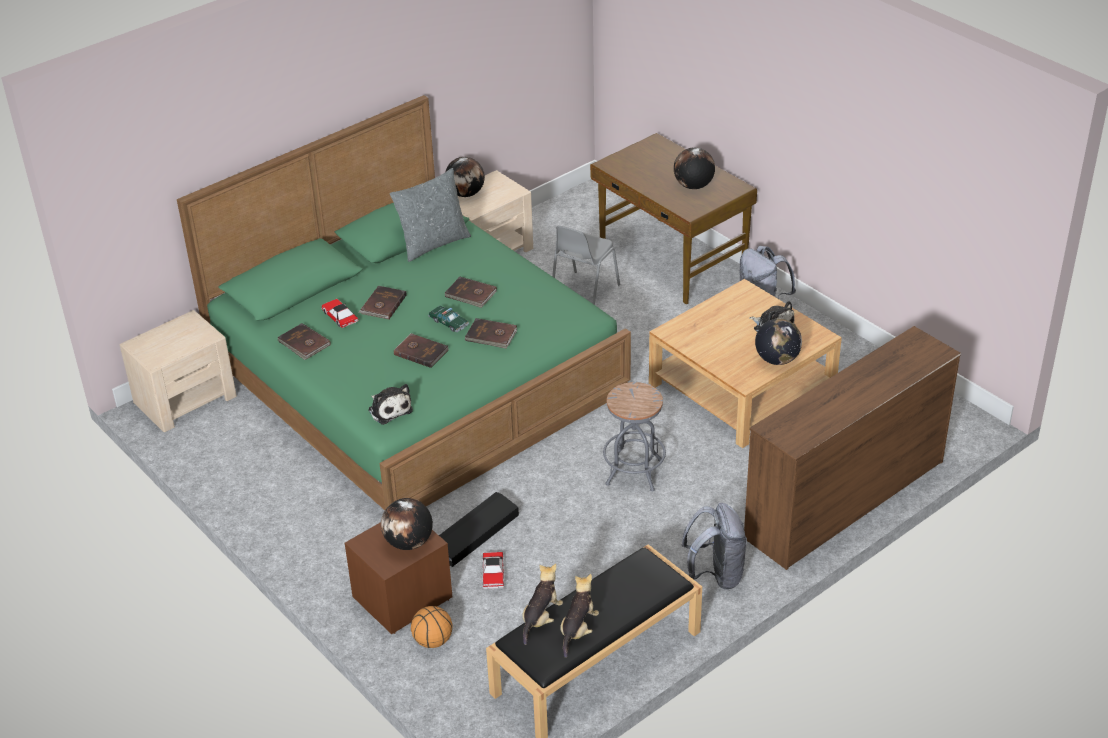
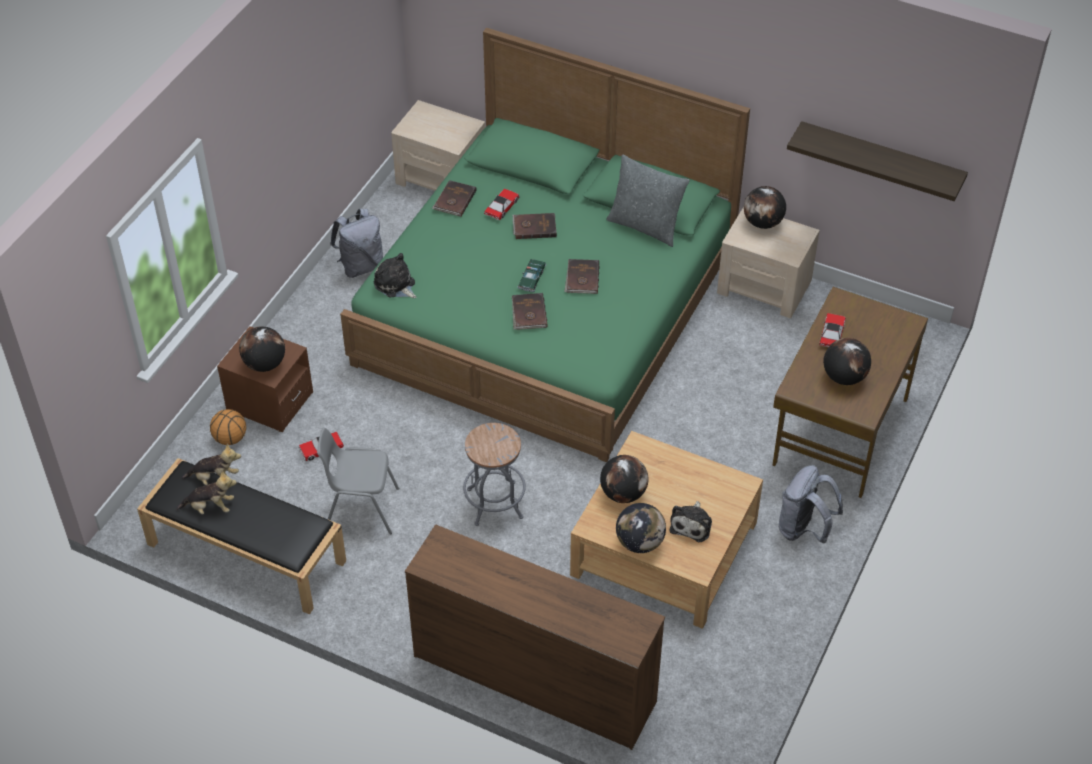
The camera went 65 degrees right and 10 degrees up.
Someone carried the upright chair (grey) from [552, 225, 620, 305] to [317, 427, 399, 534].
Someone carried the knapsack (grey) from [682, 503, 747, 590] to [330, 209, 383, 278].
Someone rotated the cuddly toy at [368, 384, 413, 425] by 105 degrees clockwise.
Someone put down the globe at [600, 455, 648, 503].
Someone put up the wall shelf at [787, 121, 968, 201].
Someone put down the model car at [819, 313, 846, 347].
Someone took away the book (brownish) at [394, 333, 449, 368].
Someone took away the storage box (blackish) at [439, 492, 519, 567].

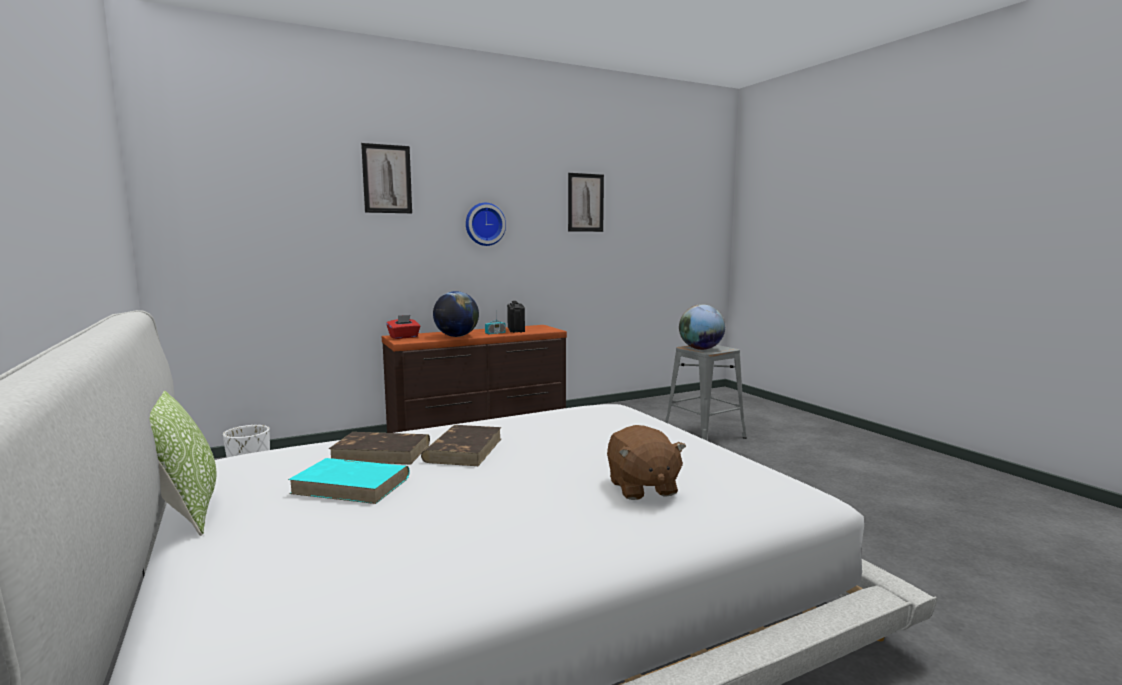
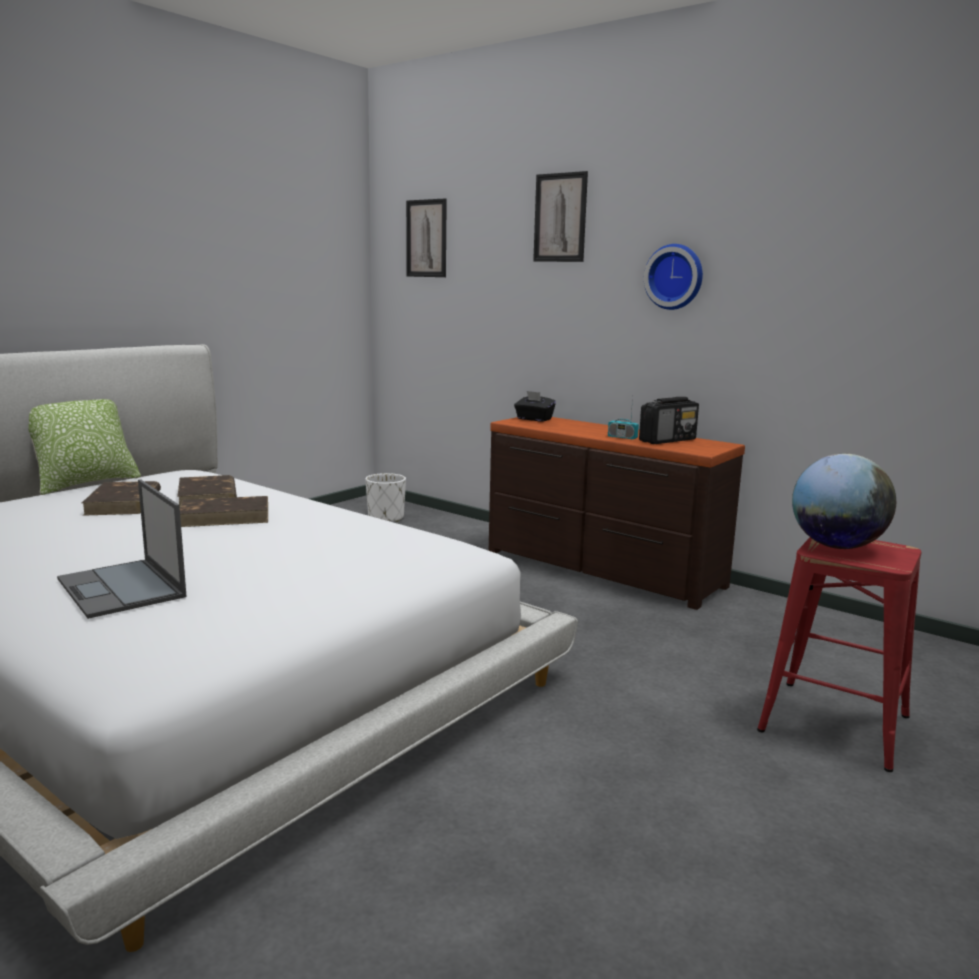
The camera went 65 degrees right and 5 degrees up.
Someone swapped the cuddly toy (brownish) at [607, 425, 686, 500] for the portable computer at [57, 479, 186, 619].
Someone repainted the book (blue-green) at [288, 458, 410, 504], which became the book (brownish) at [82, 481, 161, 516].
Someone carried the wall picture from [568, 173, 604, 232] to [406, 199, 447, 277].
Someone repainted the tissue box (red-coloured) at [386, 315, 420, 339], which became the tissue box (blackish) at [514, 391, 556, 422].
Someone repainted the stool seat (grey) at [665, 345, 747, 441], which became the stool seat (red-coloured) at [757, 538, 921, 772].
Someone took away the globe at [433, 291, 479, 337].

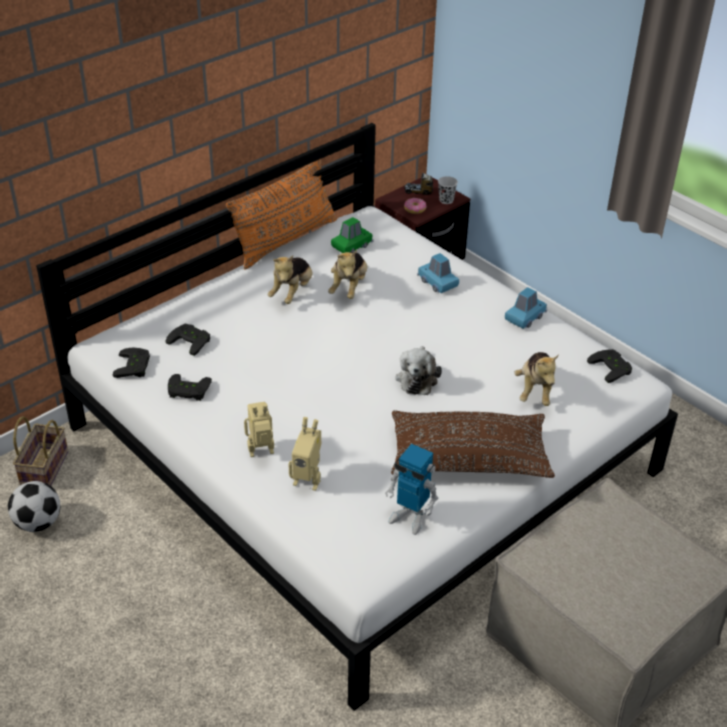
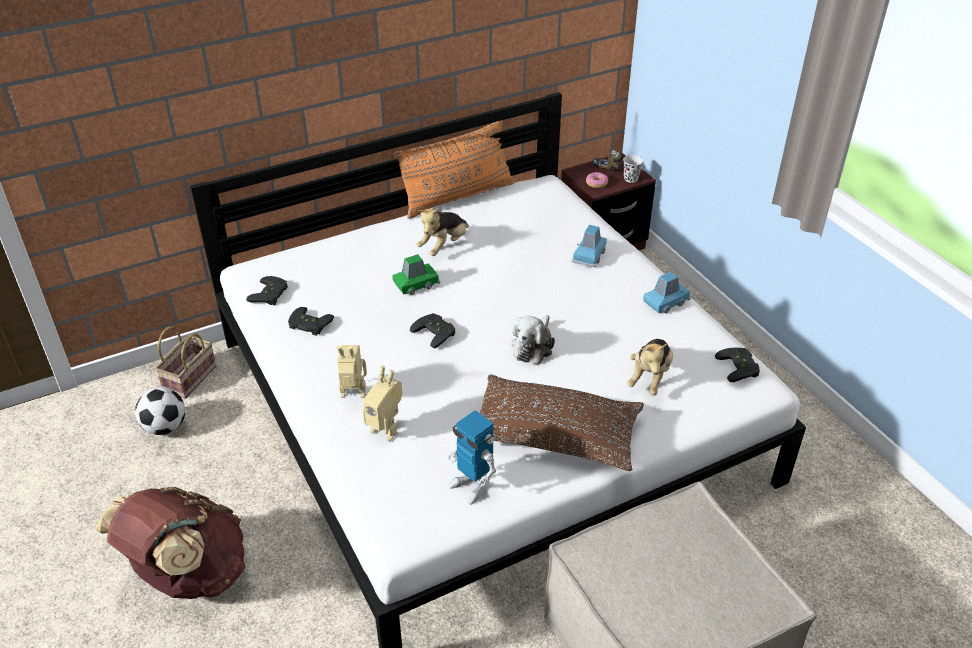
The camera went 15 degrees right and 0 degrees up.
Someone put down the knapsack (brownish) at [93, 487, 245, 599].
Someone carried the model car (greenish) from [331, 217, 374, 253] to [392, 254, 440, 295].
Someone carried the gamepad (blackish) from [166, 324, 210, 356] to [410, 313, 455, 349].
Someone rotated the model car (blue) at [417, 253, 459, 293] by 135 degrees counterclockwise.
Someone took away the cuddly toy at [328, 250, 367, 299].

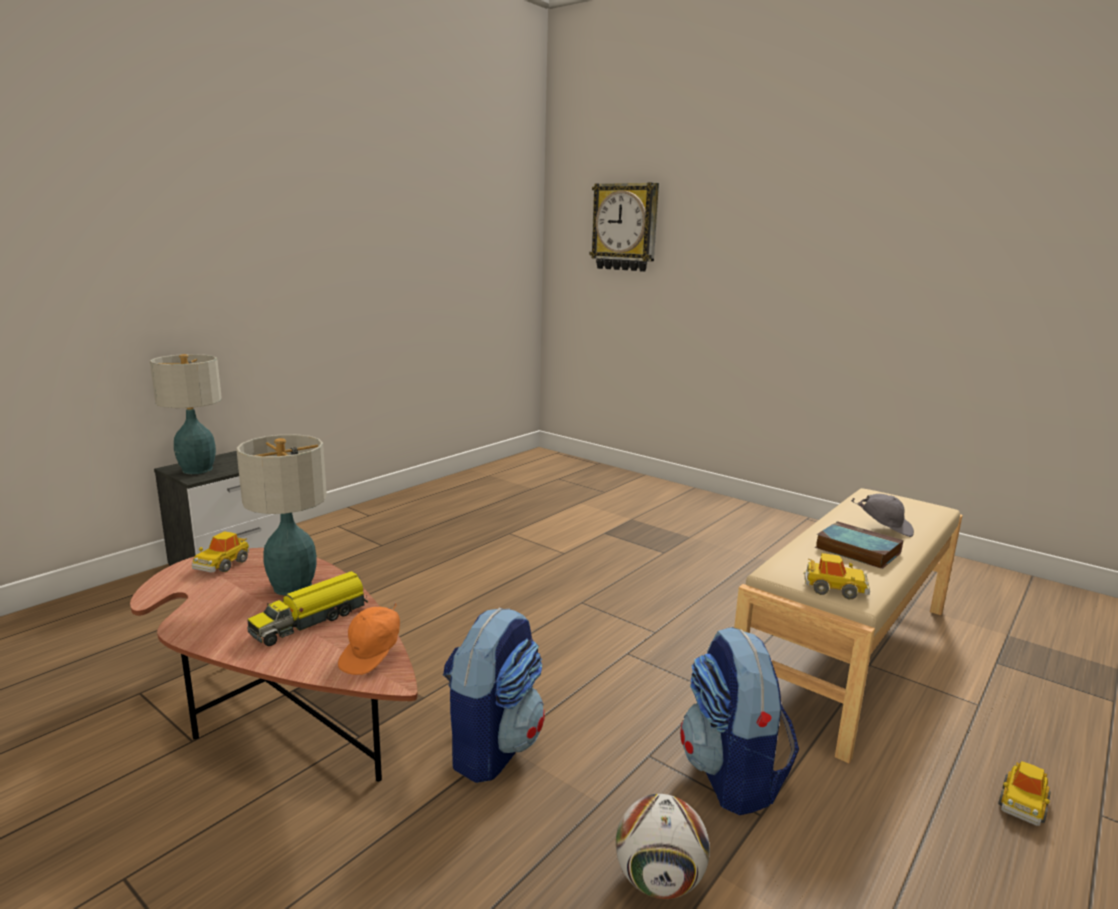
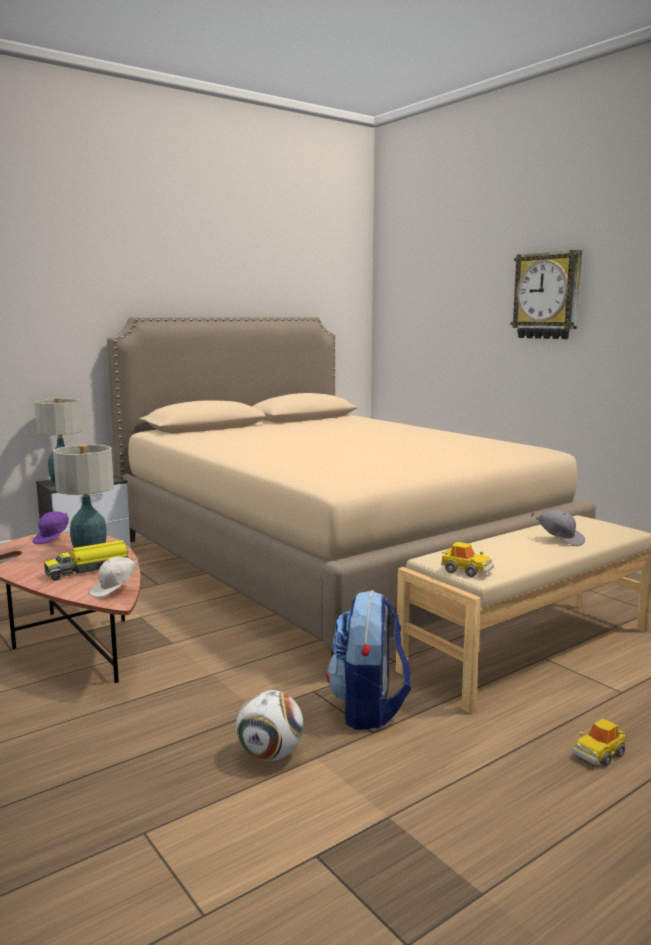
The camera went 15 degrees right and 5 degrees down.
Someone swapped the model car at [192, 532, 249, 573] for the peaked cap (purple-coloured) at [33, 512, 69, 544].
Someone repainted the peaked cap (orange) at [338, 601, 400, 675], which became the peaked cap (whitish) at [90, 556, 139, 598].
Someone put down the bed (beige) at [107, 317, 596, 657].
Someone carried the clock on the wall from [589, 182, 659, 272] to [511, 250, 582, 339].
Someone took away the knapsack at [443, 607, 544, 783].
Someone took away the book at [815, 521, 903, 569].

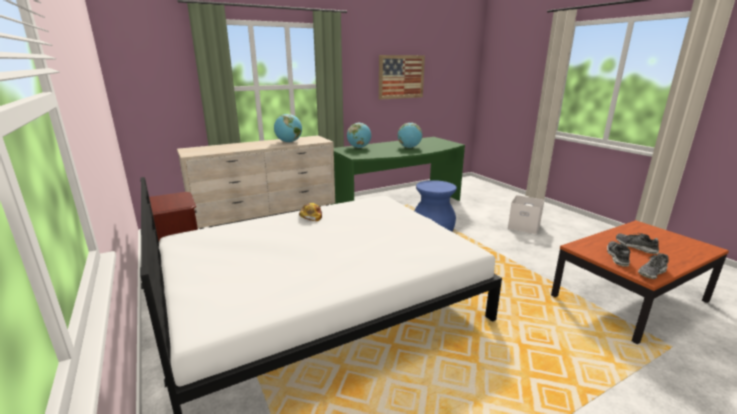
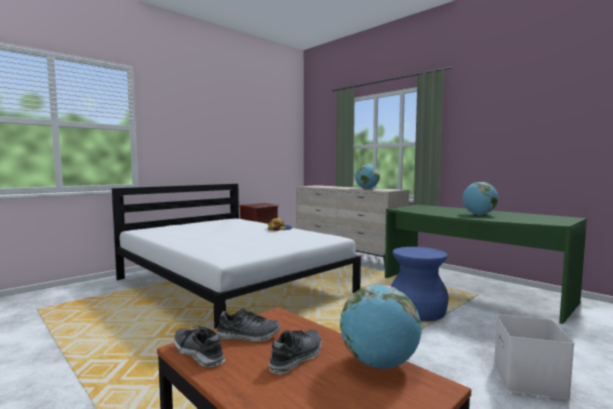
The camera went 75 degrees right and 15 degrees down.
Someone carried the globe from [347, 123, 371, 148] to [340, 285, 422, 369].
Someone took away the wall picture at [379, 55, 425, 100].

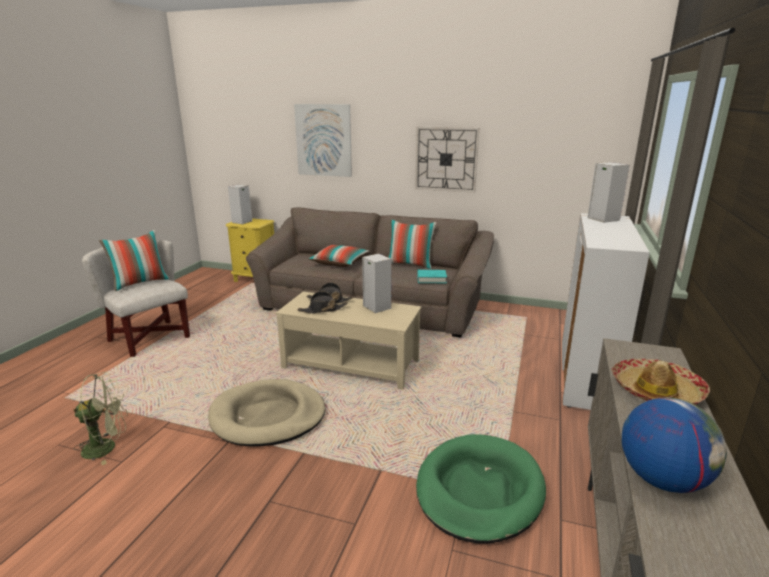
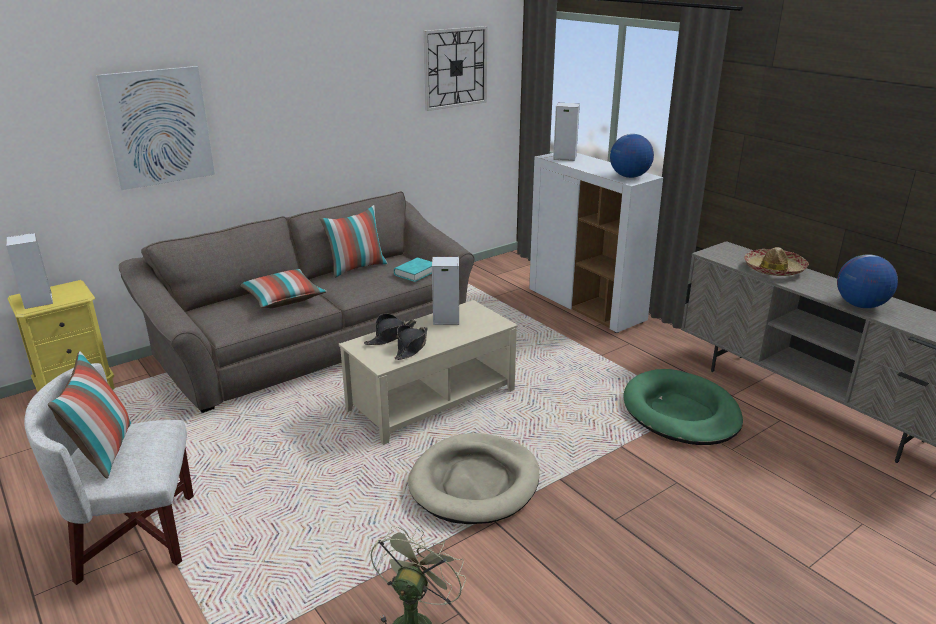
The camera went 55 degrees left and 5 degrees up.
Someone carried the clock on the wall from [415, 127, 479, 193] to [424, 26, 487, 111].
Someone put down the globe at [610, 134, 654, 178].

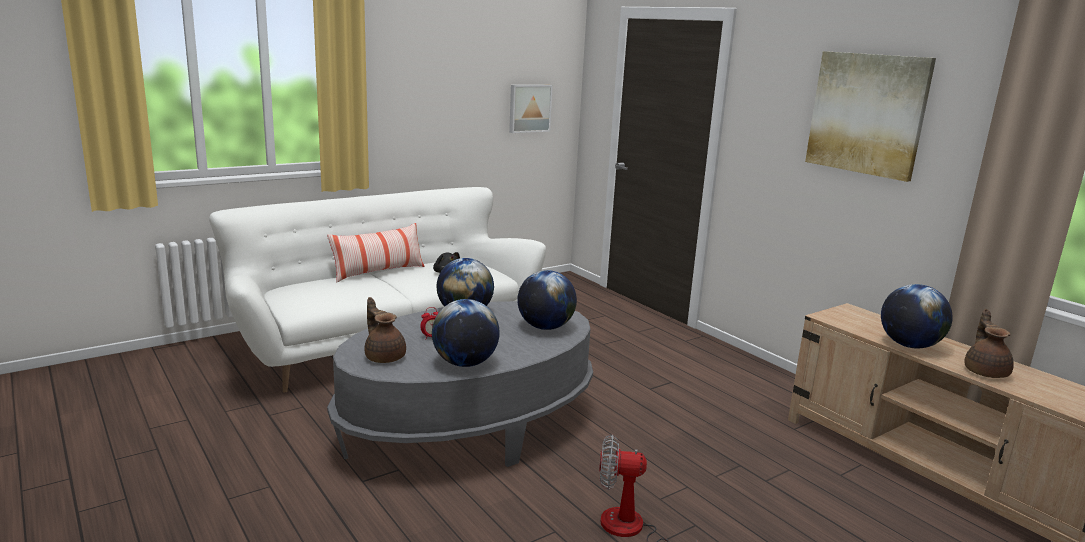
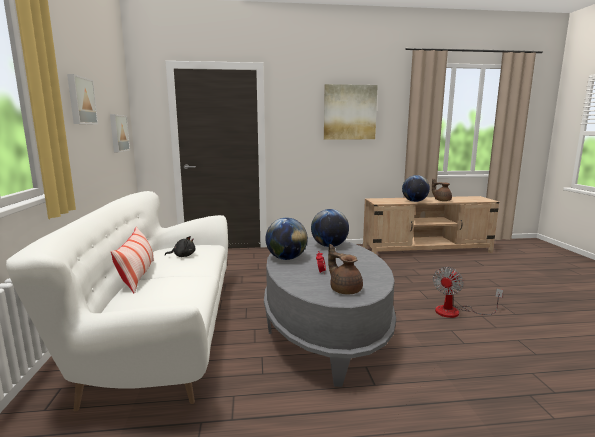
The camera went 60 degrees left and 5 degrees down.
Someone put up the wall picture at [67, 74, 98, 125].
Someone rotated the teapot (brownish) at [364, 297, 406, 363] by 60 degrees clockwise.
Someone took away the globe at [432, 299, 500, 367].

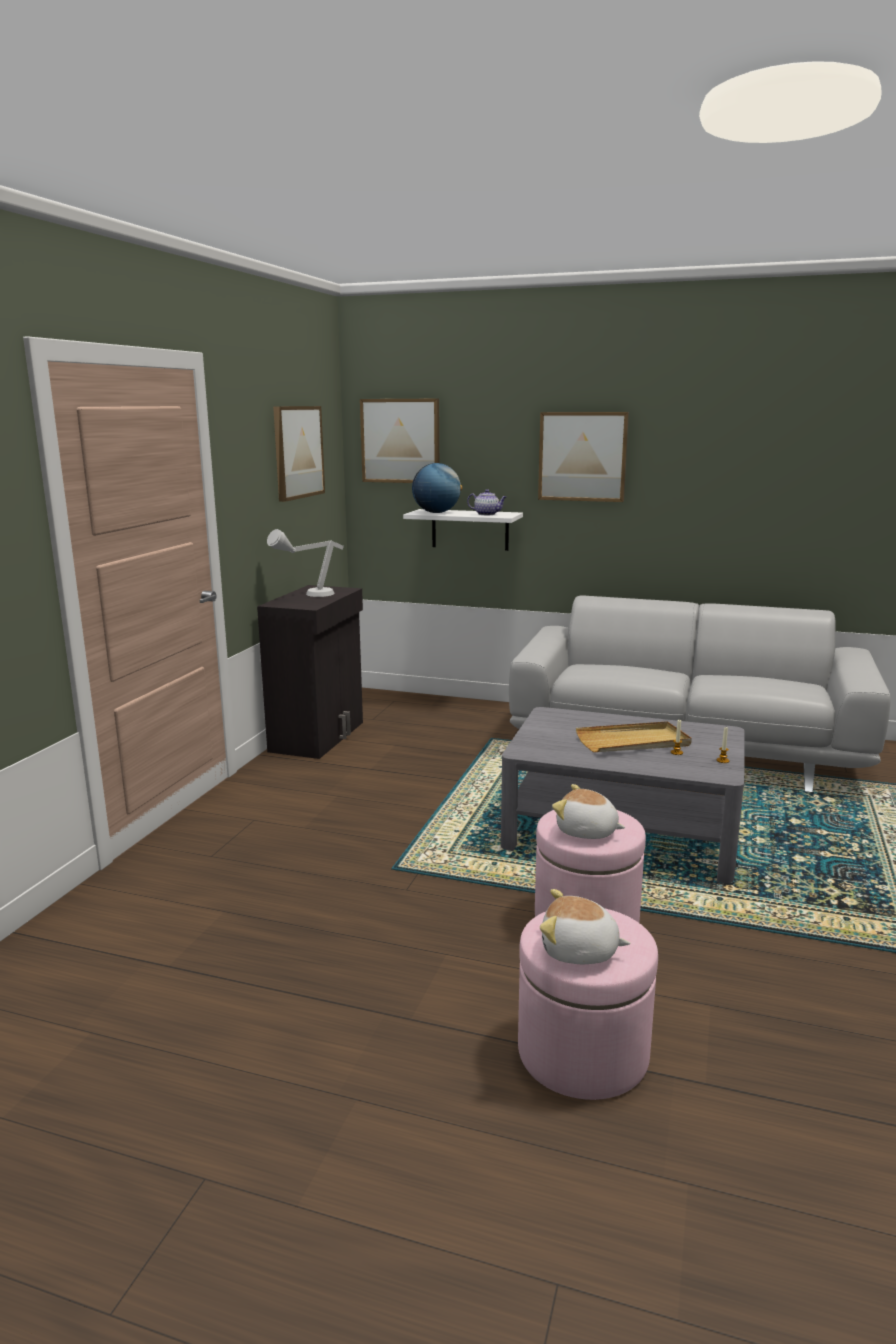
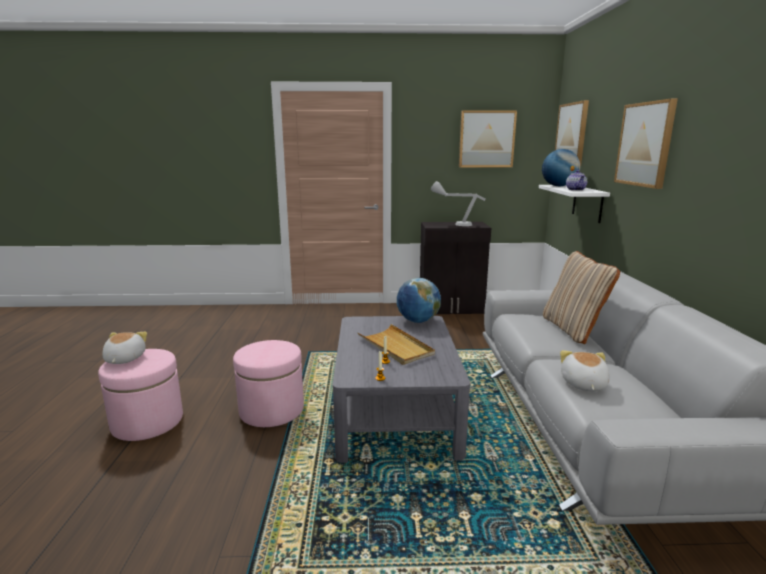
The camera went 70 degrees right and 0 degrees up.
Someone put down the globe at [397, 278, 441, 323].
Someone put down the pillow (beige) at [543, 251, 620, 344].
Someone carried the cuddly toy from [552, 784, 625, 839] to [560, 350, 610, 391].

